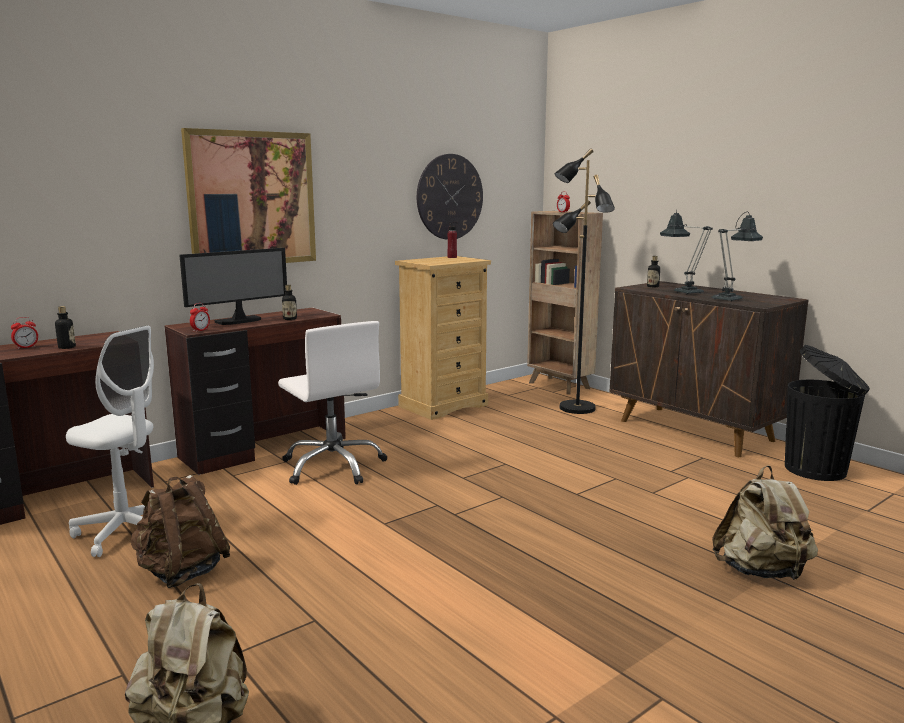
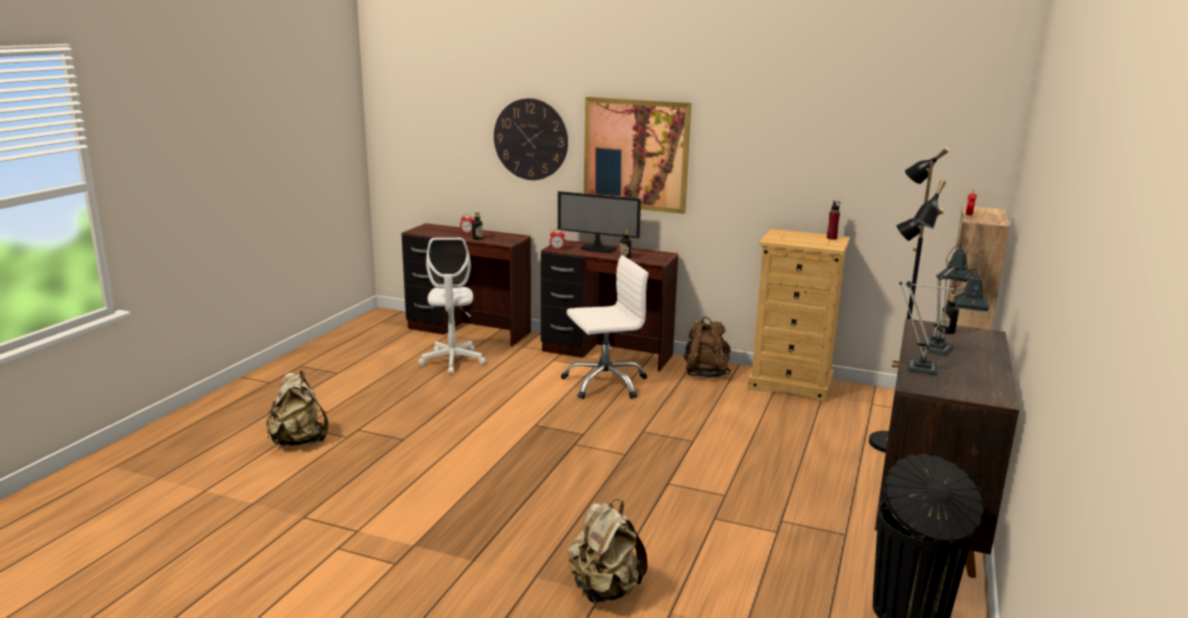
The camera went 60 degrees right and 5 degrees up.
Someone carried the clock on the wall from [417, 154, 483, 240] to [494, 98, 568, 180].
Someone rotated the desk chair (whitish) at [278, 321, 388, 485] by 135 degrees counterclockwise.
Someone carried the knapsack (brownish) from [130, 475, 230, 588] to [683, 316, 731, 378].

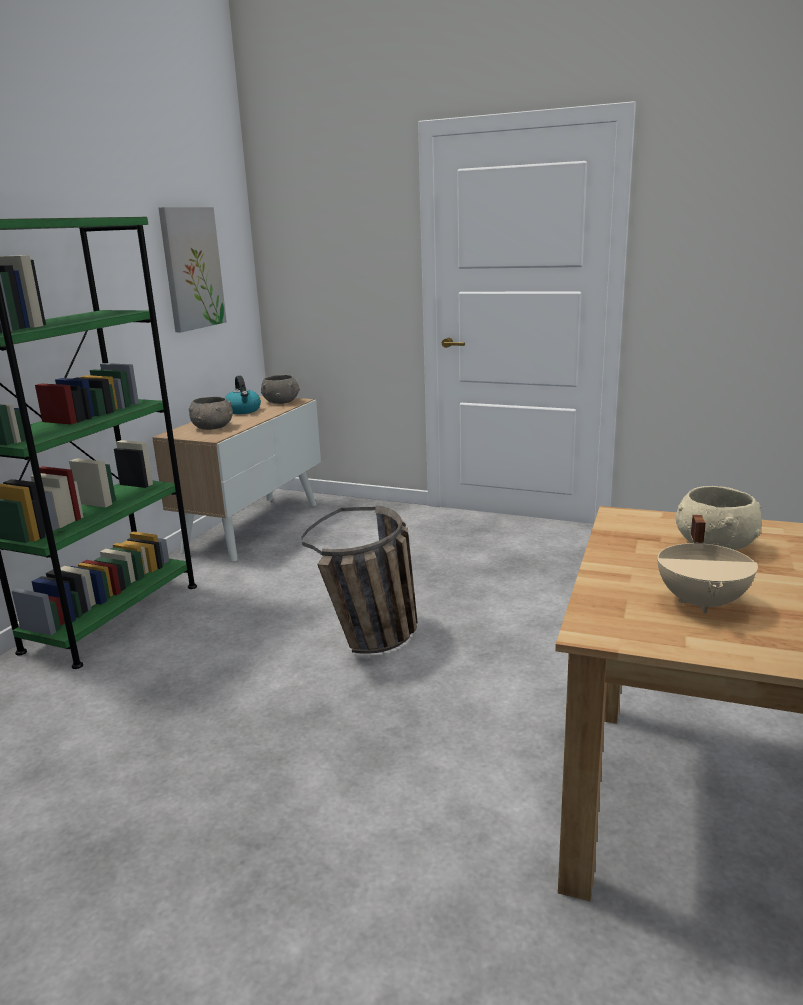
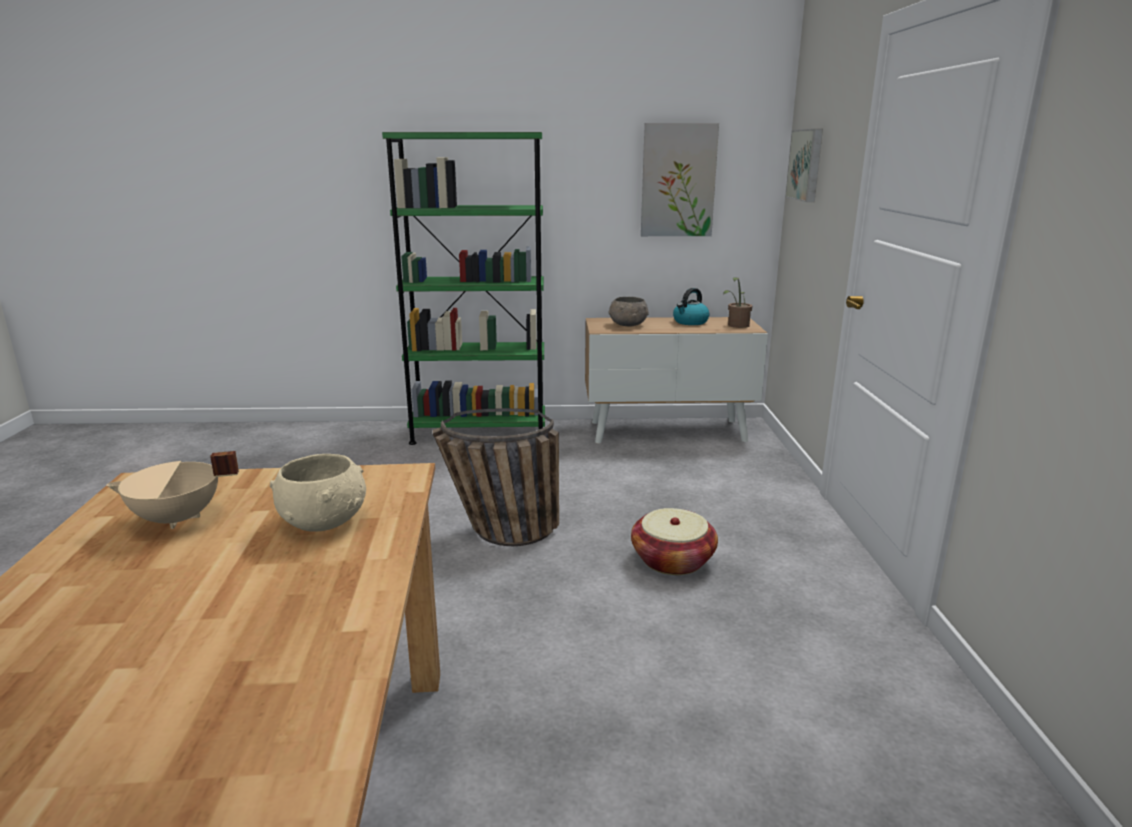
The camera went 65 degrees right and 0 degrees up.
Someone put down the basket at [631, 508, 718, 575].
Someone swapped the serving bowl (grey) at [261, 375, 300, 404] for the houseplant at [723, 277, 752, 328].
Someone put up the wall picture at [785, 129, 823, 202].

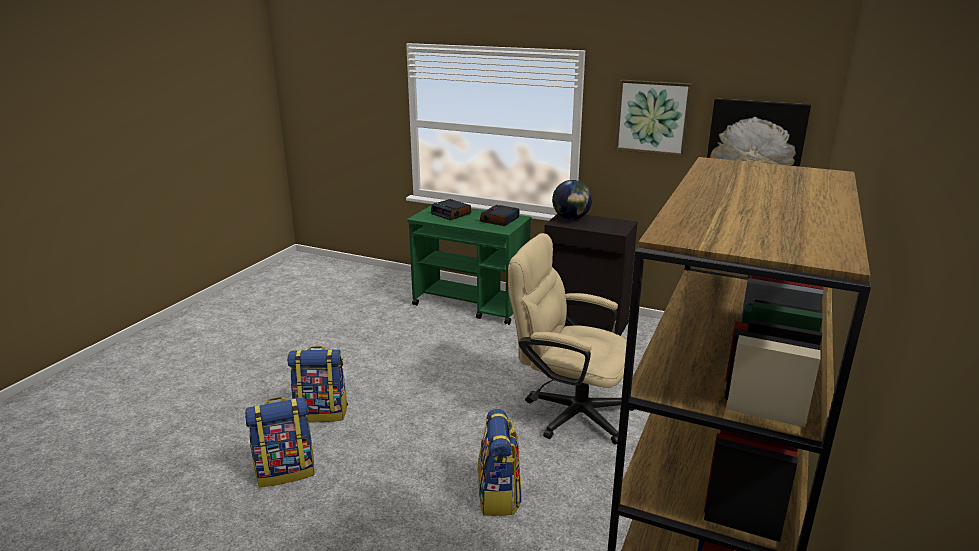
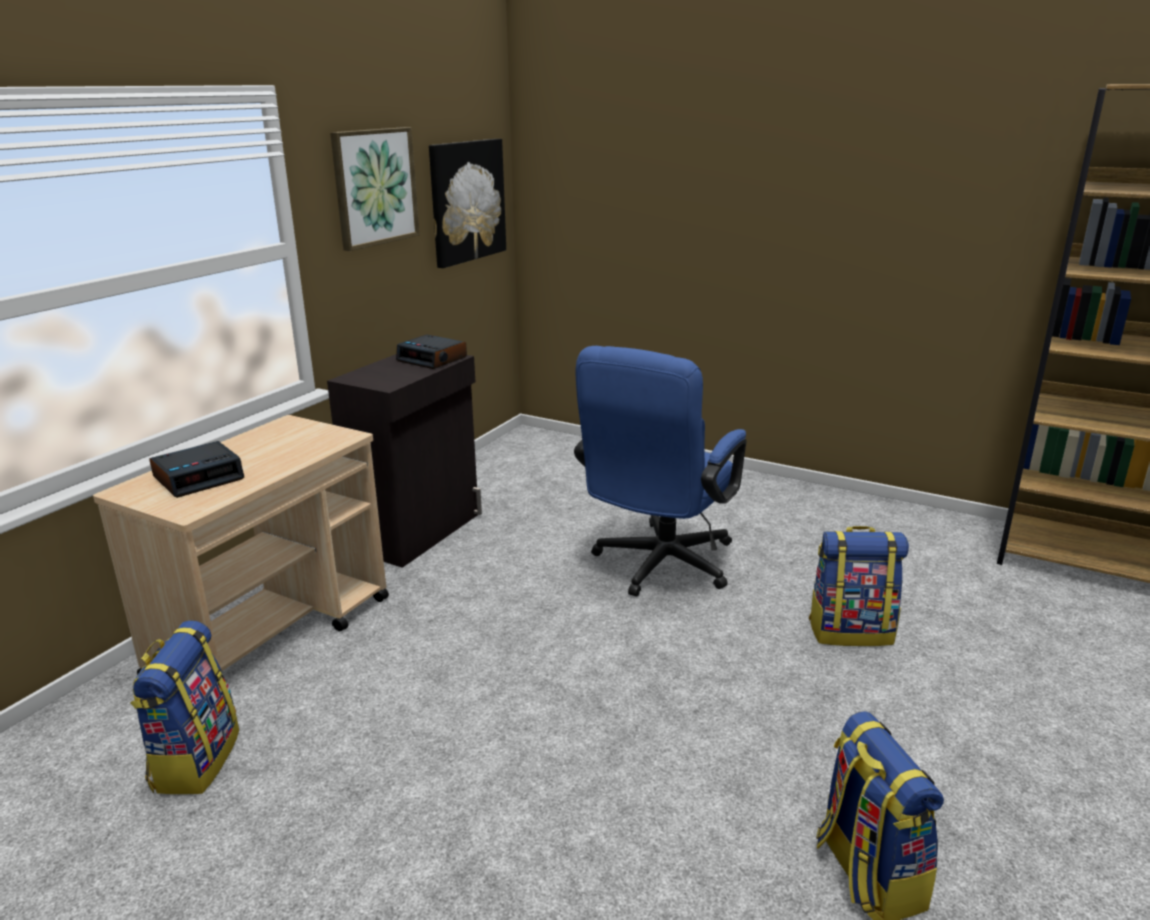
The camera went 85 degrees left and 0 degrees up.
Someone repainted the wheeled cart (greenish) at [407, 205, 532, 325], which became the wheeled cart (beige) at [93, 415, 389, 675].
Someone carried the knapsack from [287, 346, 348, 422] to [130, 621, 239, 794].
Someone carried the alarm clock from [480, 205, 519, 226] to [396, 335, 467, 369].
Someone repainted the desk chair (beige) at [508, 233, 634, 444], which became the desk chair (blue) at [574, 346, 747, 597].
Someone took away the globe at [552, 180, 592, 220].

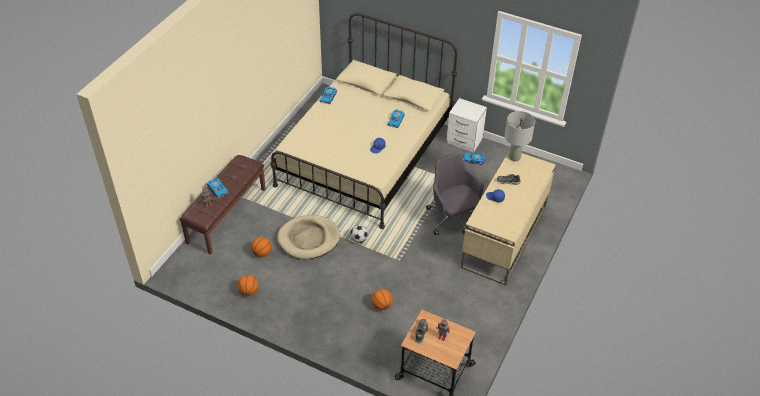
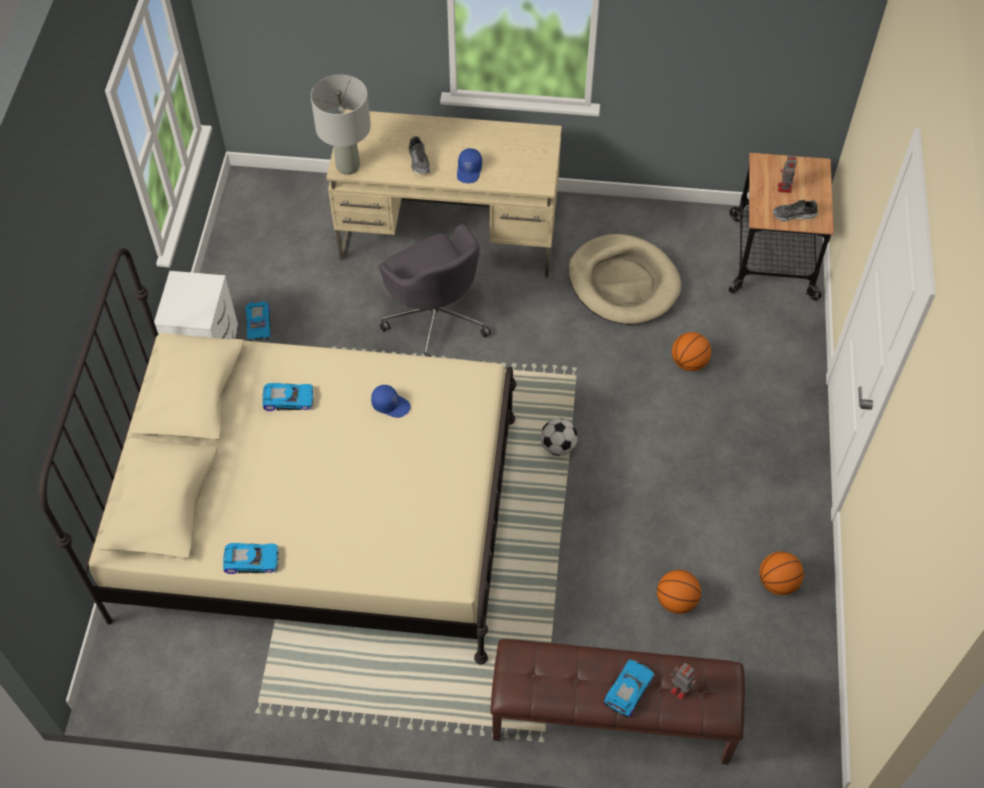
The camera went 110 degrees left and 10 degrees up.
Someone rotated the desk chair (grey) at [426, 154, 484, 235] by 75 degrees counterclockwise.
Someone carried the dog cushion (beige) from [277, 215, 340, 259] to [568, 234, 681, 325].

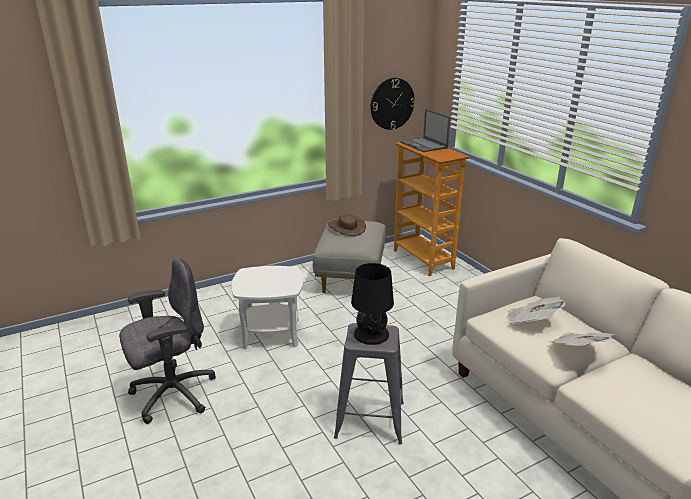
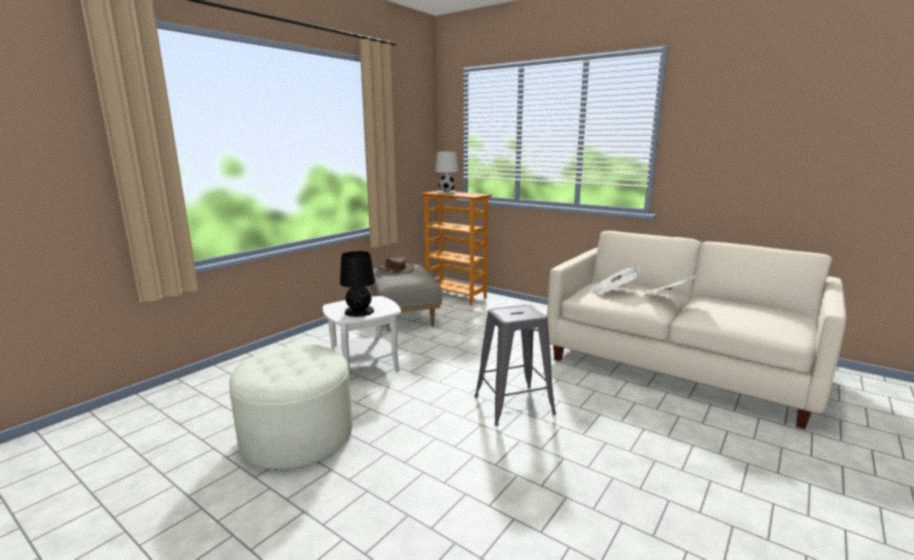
The camera went 25 degrees left and 10 degrees down.
Someone swapped the desk chair (grey) at [119, 258, 216, 424] for the footrest (whitish) at [229, 344, 352, 470].
Someone carried the lamp for a table (blackish) from [351, 263, 394, 345] to [340, 251, 375, 317].
Someone swapped the portable computer at [400, 109, 450, 152] for the lamp for a table (whitish) at [435, 151, 458, 194].
Someone took away the clock on the wall at [371, 78, 415, 130].

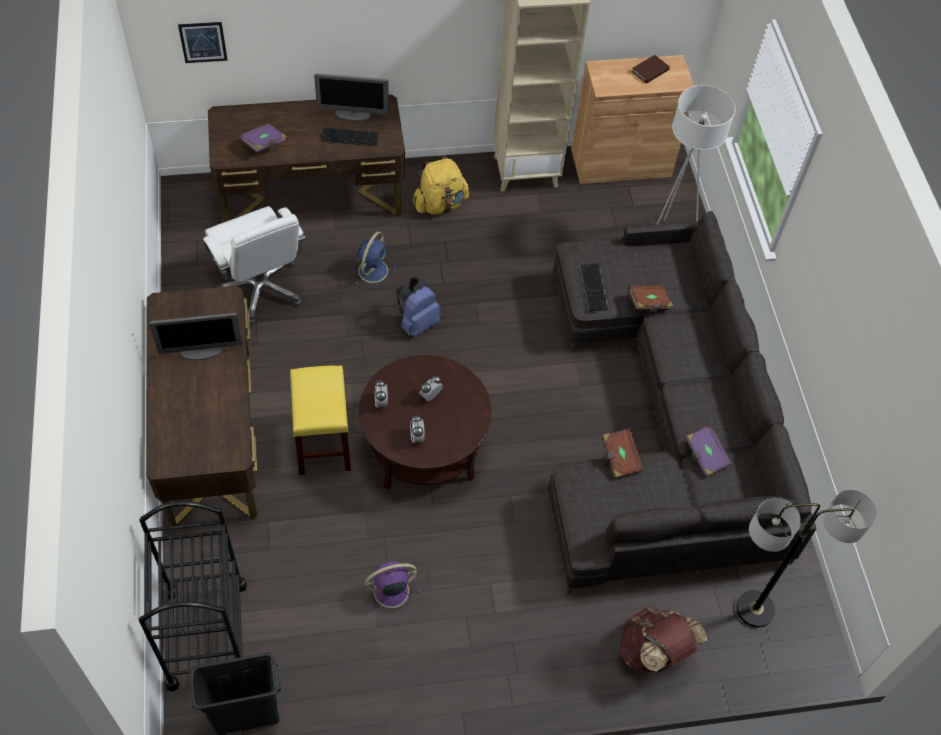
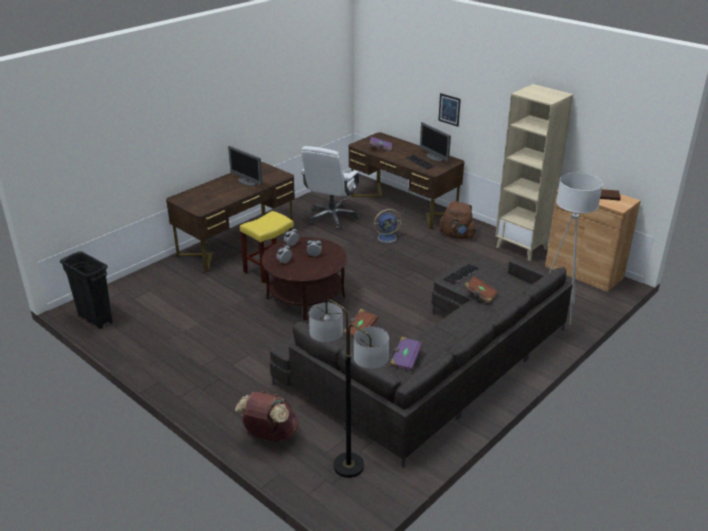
The camera went 55 degrees right and 25 degrees down.
Someone carried the wall picture from [178, 22, 228, 63] to [438, 93, 461, 127].
Someone repainted the knapsack (yellow) at [413, 156, 469, 215], which became the knapsack (brownish) at [439, 201, 476, 239].
Someone took away the wheeled cart (blackish) at [139, 501, 247, 691].
Someone took away the cooling fan (purple-coloured) at [365, 561, 420, 618].
Someone took away the knapsack (blue) at [396, 277, 441, 337].

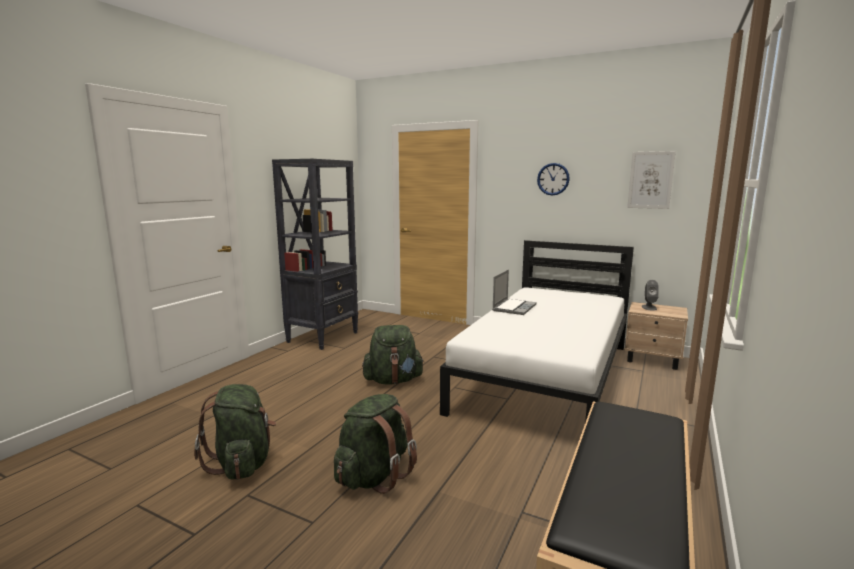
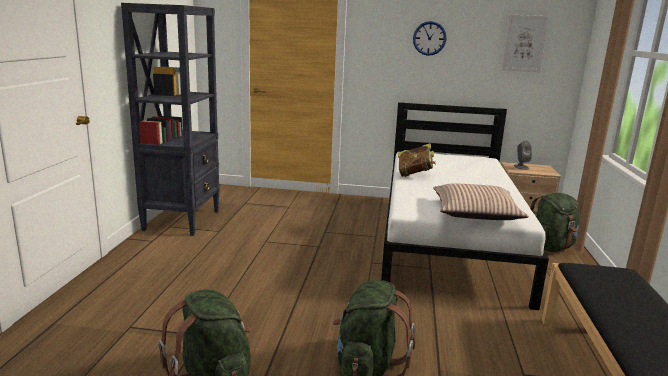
The camera went 20 degrees left and 5 degrees up.
Someone swapped the portable computer at [492, 269, 537, 315] for the book at [398, 143, 436, 177].
Someone put down the pillow at [433, 183, 529, 220].
Someone carried the knapsack (greenish) from [362, 325, 424, 385] to [530, 193, 580, 252].

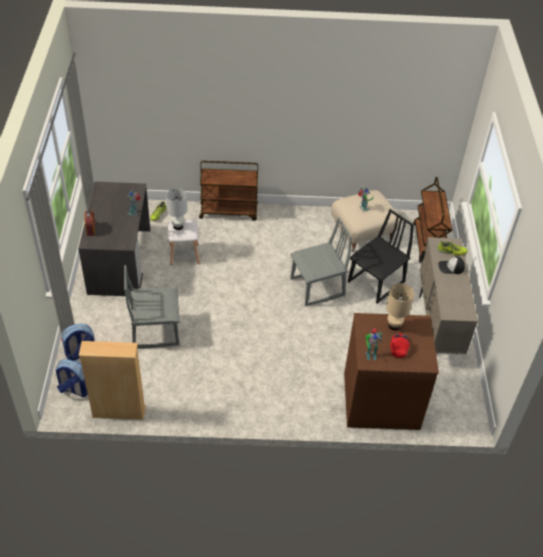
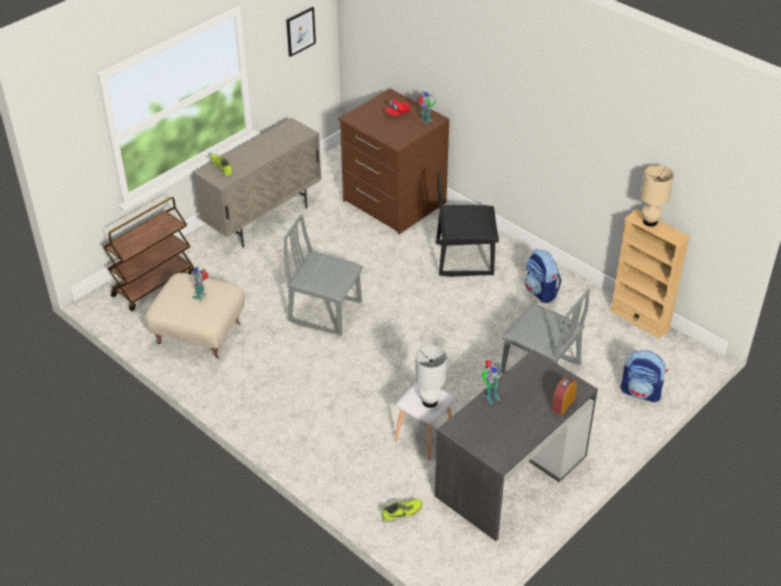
The camera went 135 degrees left and 5 degrees down.
Someone put up the wall picture at [286, 6, 316, 57].
Someone carried the upright chair (blackish) from [348, 209, 414, 304] to [436, 170, 499, 277].
Someone carried the knapsack from [55, 359, 88, 397] to [525, 249, 562, 303].
Someone carried the lamp for a table (beige) from [386, 283, 414, 330] to [640, 165, 674, 227].
Someone took away the wheeled cart (brownish) at [199, 161, 258, 221].
Someone took away the peaked cap at [438, 256, 465, 274].

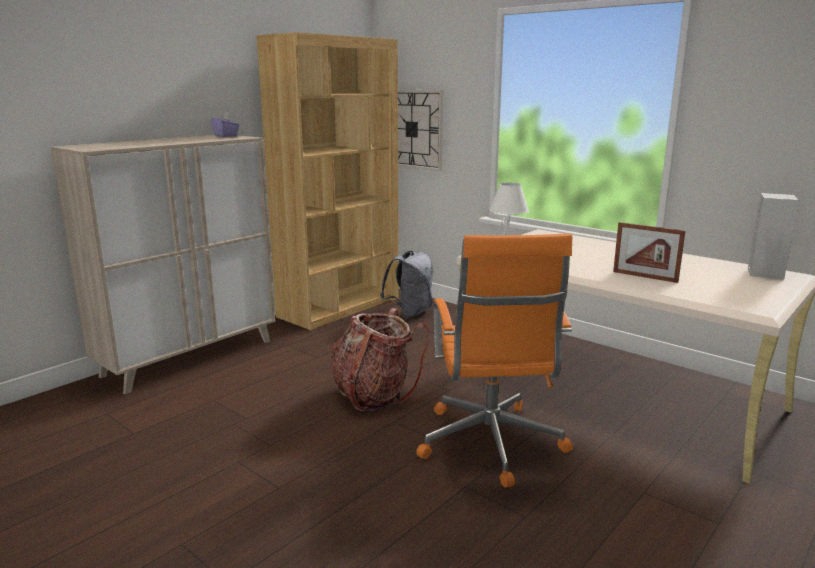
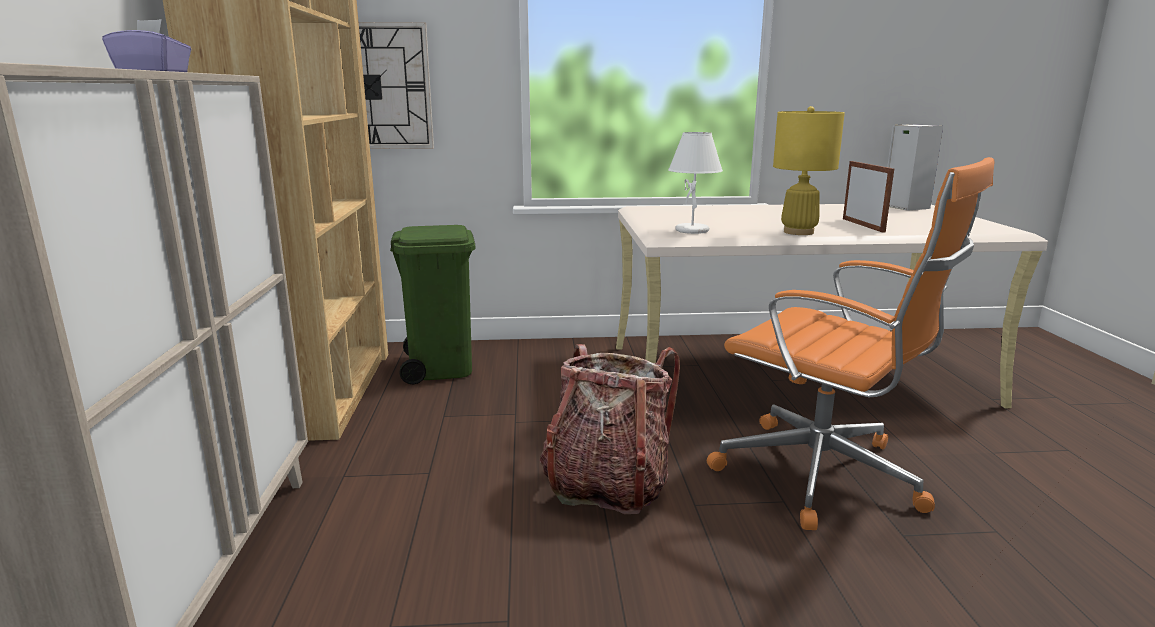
The camera went 45 degrees left and 0 degrees up.
Someone swapped the knapsack (grey) at [380, 251, 433, 318] for the waste bin (greenish) at [390, 225, 475, 385].
Someone put down the lamp for a table (yellow) at [773, 106, 845, 235].
Someone rotated the picture frame at [613, 222, 686, 283] by 90 degrees counterclockwise.

